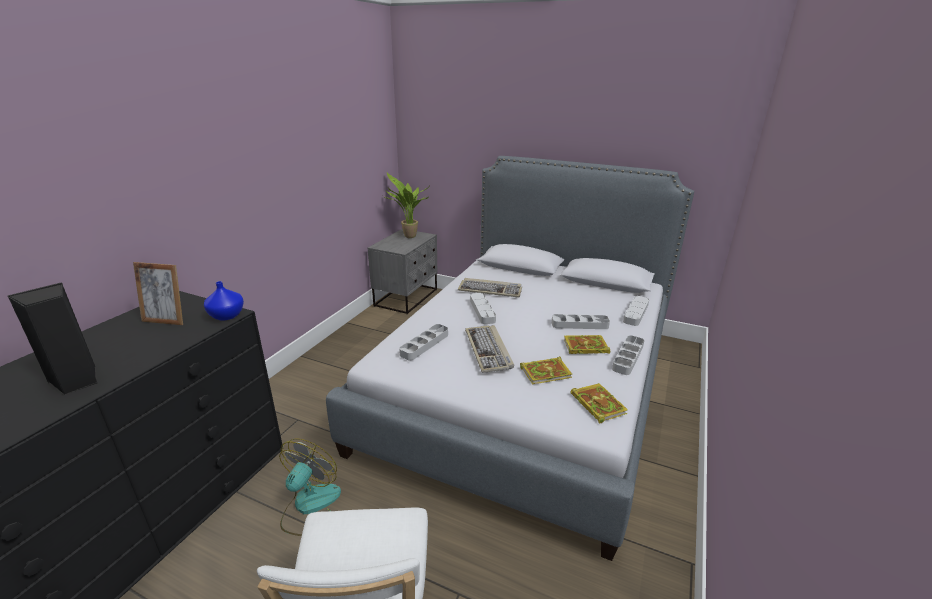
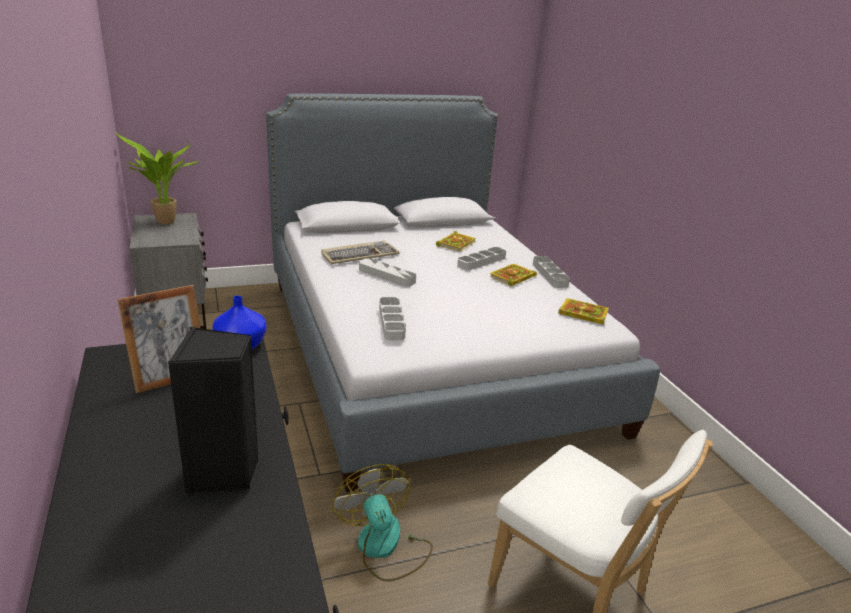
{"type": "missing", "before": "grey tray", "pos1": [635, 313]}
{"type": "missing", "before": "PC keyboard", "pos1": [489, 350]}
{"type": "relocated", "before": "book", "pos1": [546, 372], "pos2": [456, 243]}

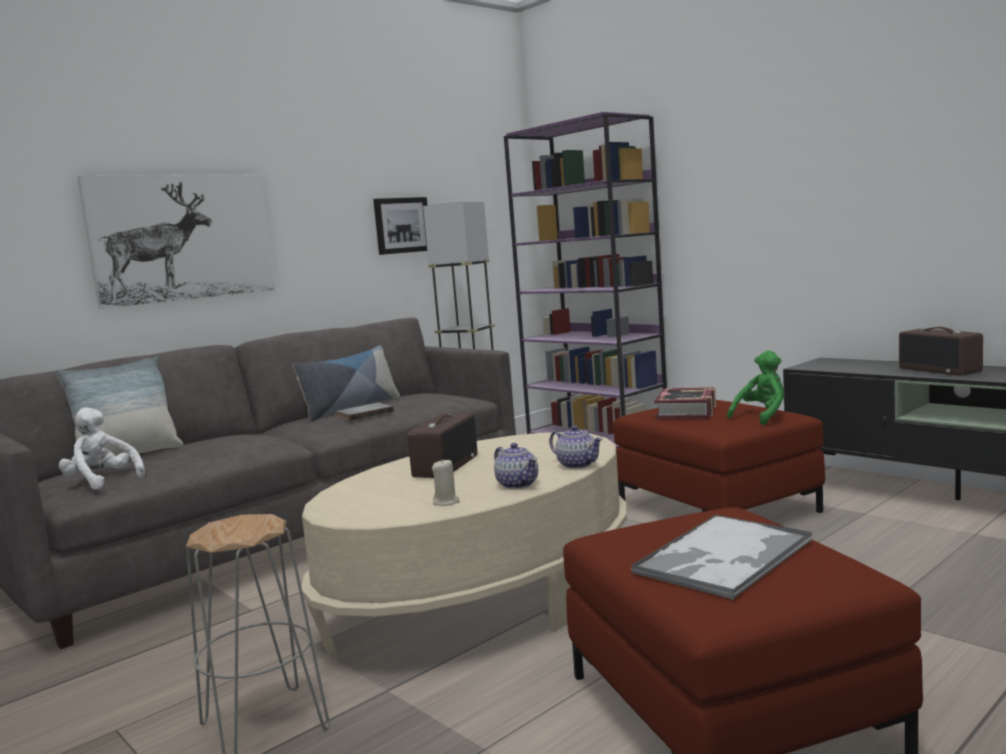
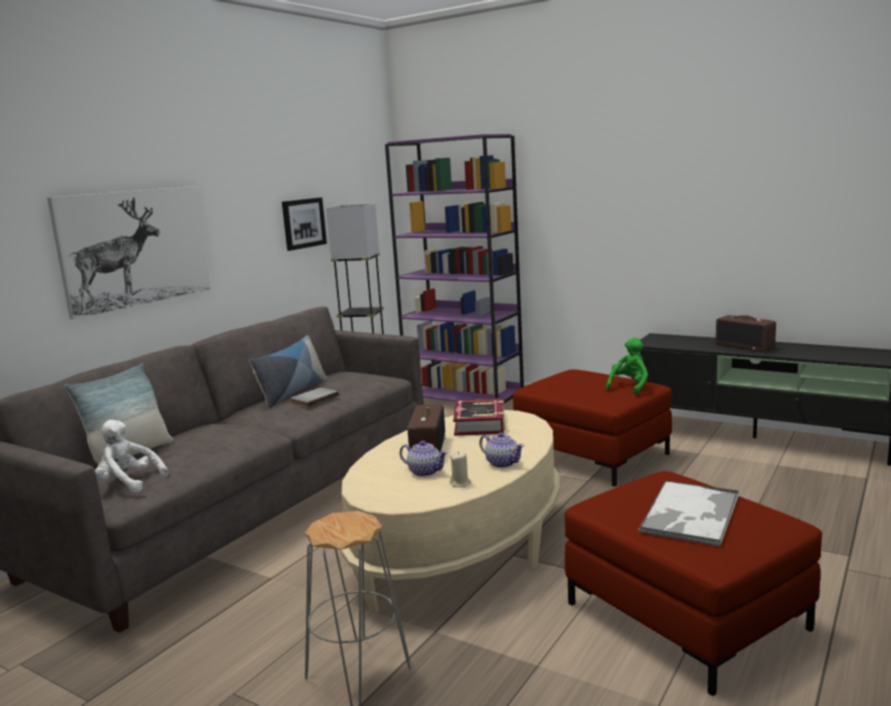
{"type": "relocated", "before": "book", "pos1": [686, 411], "pos2": [480, 424]}
{"type": "relocated", "before": "pot for tea", "pos1": [577, 464], "pos2": [424, 472]}

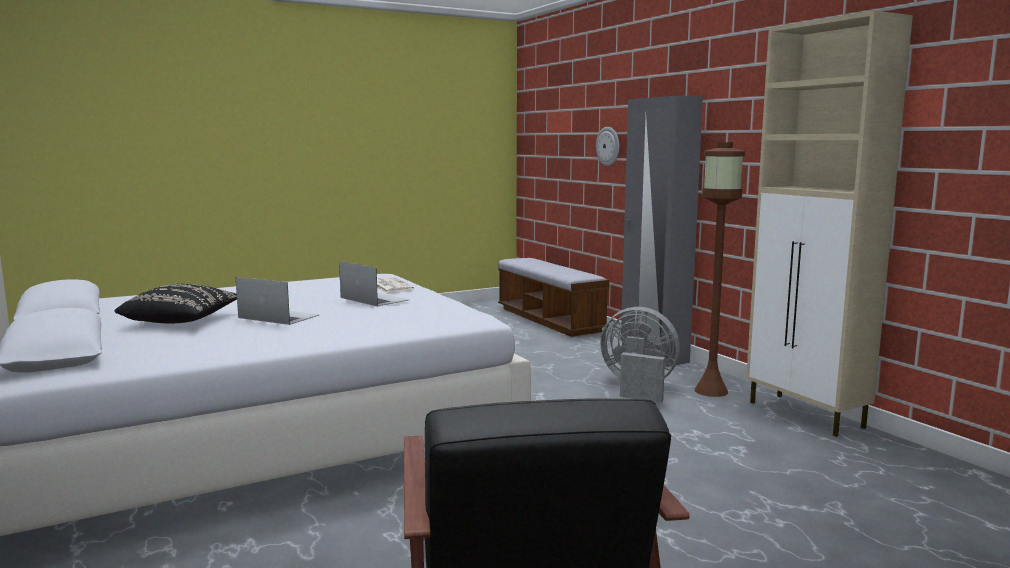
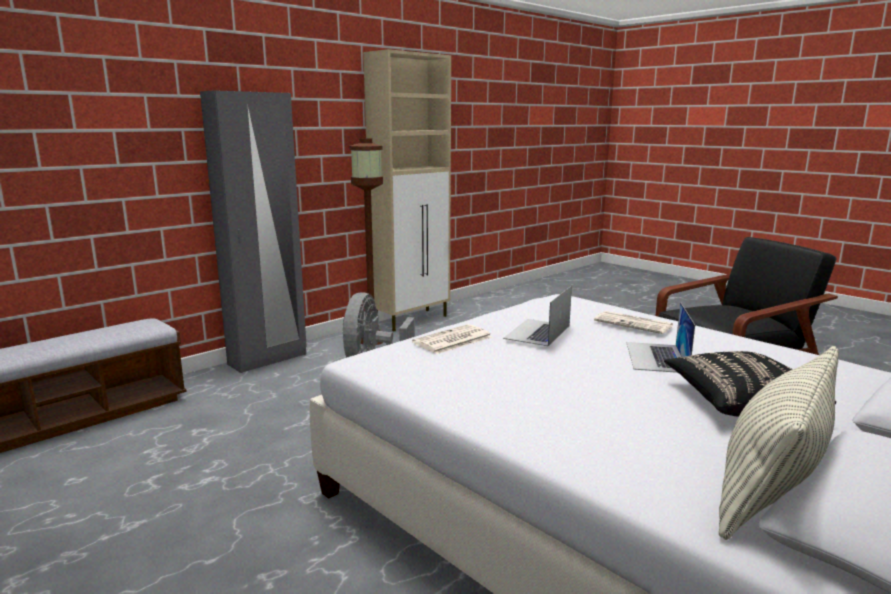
{"type": "missing", "before": "clock on the wall", "pos1": [608, 146]}
{"type": "appeared", "after": "daily paper", "pos2": [634, 323]}
{"type": "appeared", "after": "cushion", "pos2": [771, 488]}

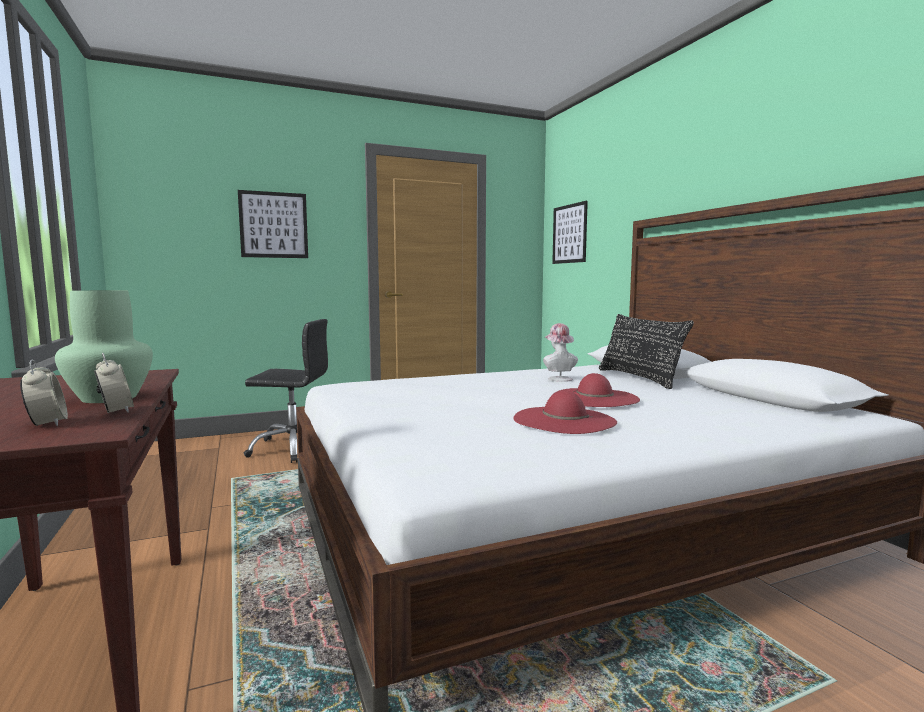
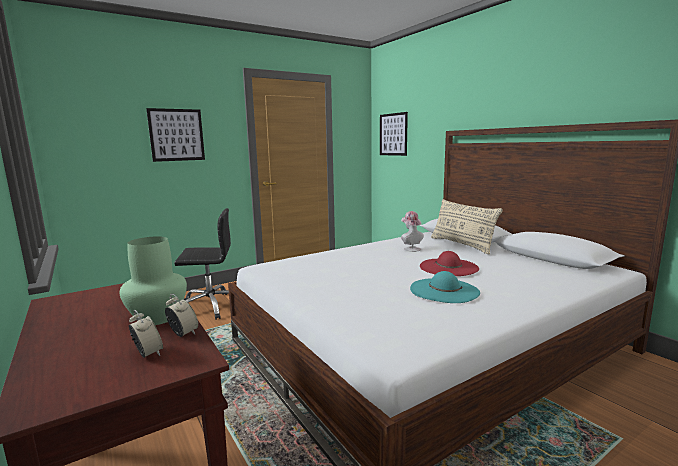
{"type": "colour", "before": "black cushion", "after": "beige-coloured cushion", "pos1": [638, 378], "pos2": [462, 245]}
{"type": "colour", "before": "red-coloured hat", "after": "turquoise hat", "pos1": [564, 420], "pos2": [444, 290]}

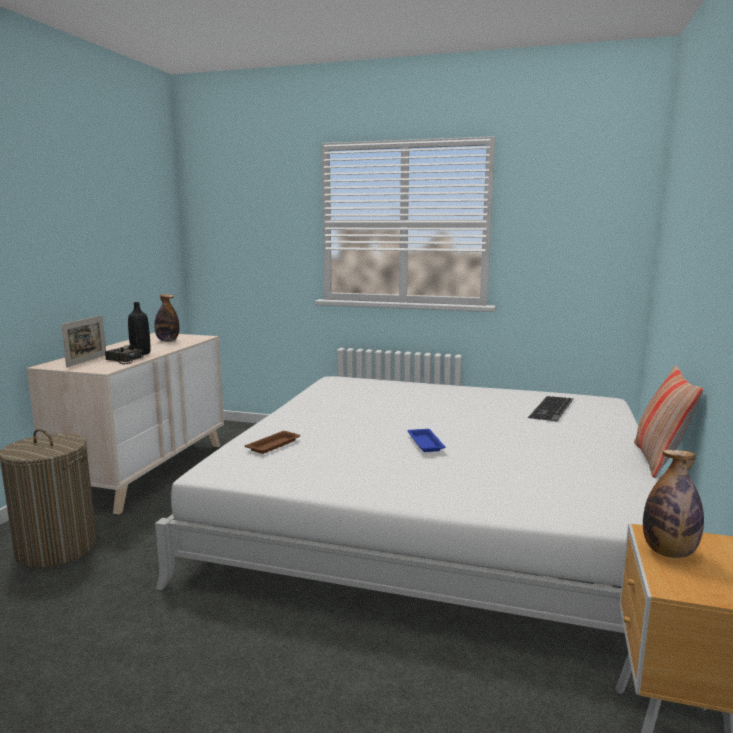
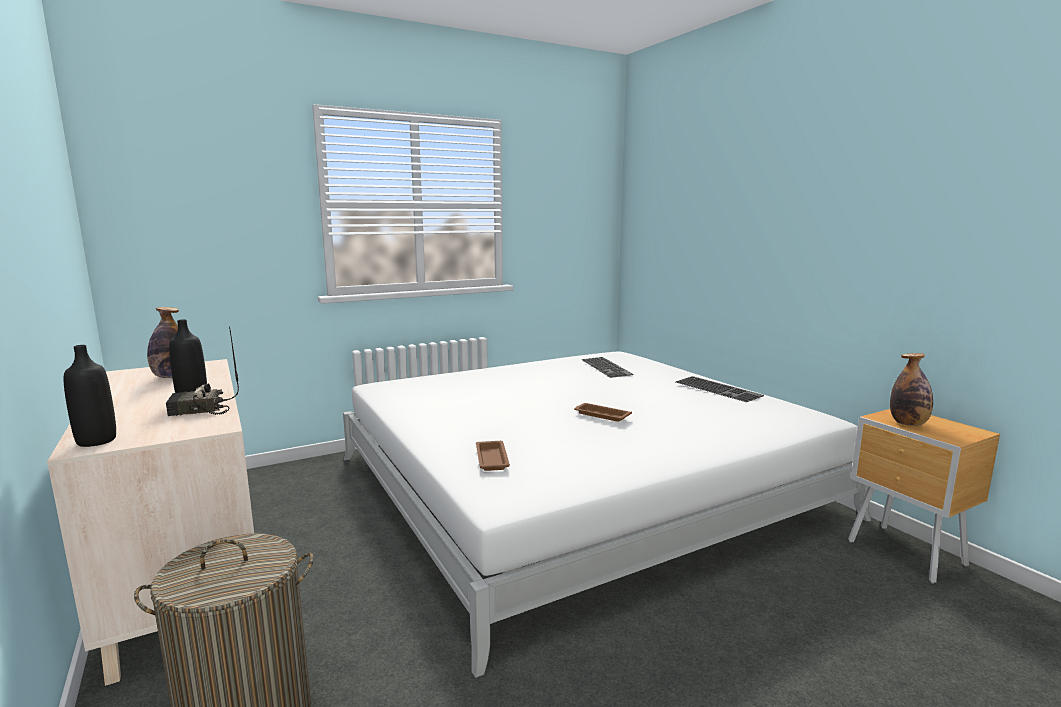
{"type": "missing", "before": "picture frame", "pos1": [87, 360]}
{"type": "missing", "before": "cushion", "pos1": [659, 460]}
{"type": "colour", "before": "blue-coloured tray", "after": "brownish tray", "pos1": [425, 443], "pos2": [601, 415]}
{"type": "appeared", "after": "black beverage bottle", "pos2": [96, 441]}
{"type": "appeared", "after": "PC keyboard", "pos2": [719, 389]}

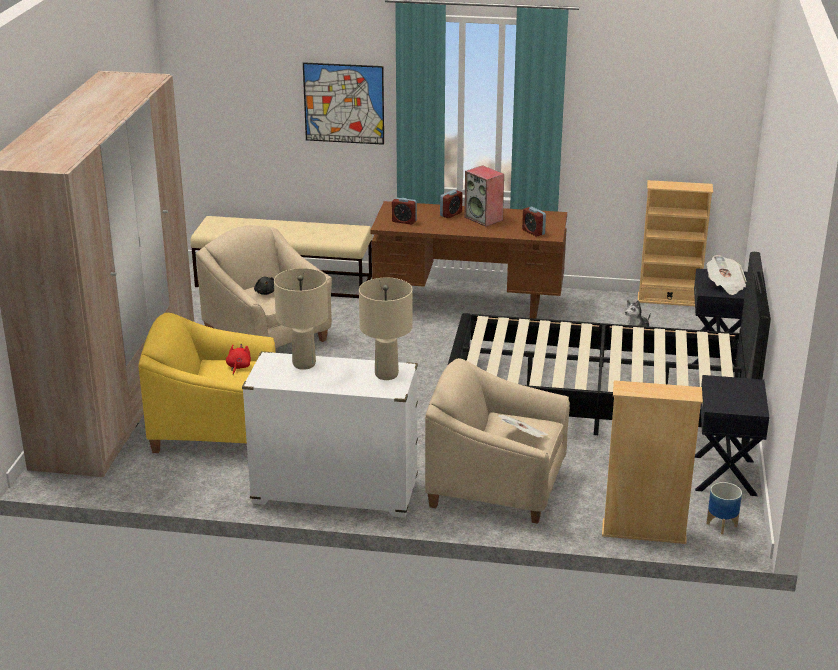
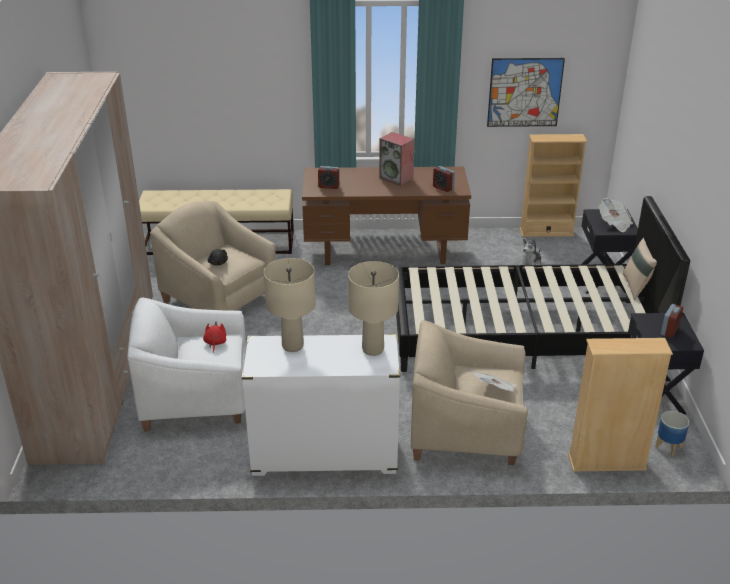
{"type": "relocated", "before": "wall art", "pos1": [344, 103], "pos2": [524, 92]}
{"type": "relocated", "before": "bedside clock", "pos1": [451, 214], "pos2": [669, 331]}
{"type": "colour", "before": "yellow-coloured armchair", "after": "white armchair", "pos1": [214, 428], "pos2": [196, 399]}
{"type": "appeared", "after": "beige-coloured cushion", "pos2": [637, 287]}

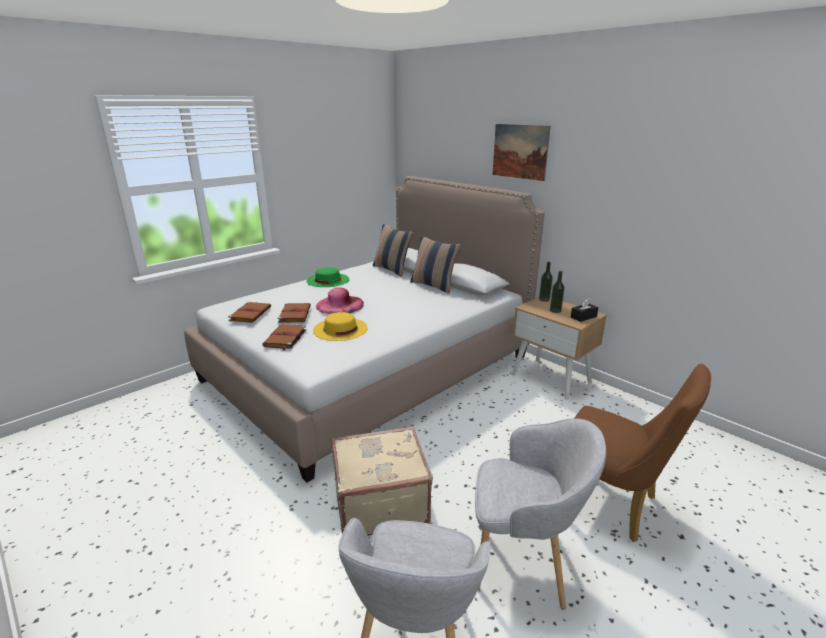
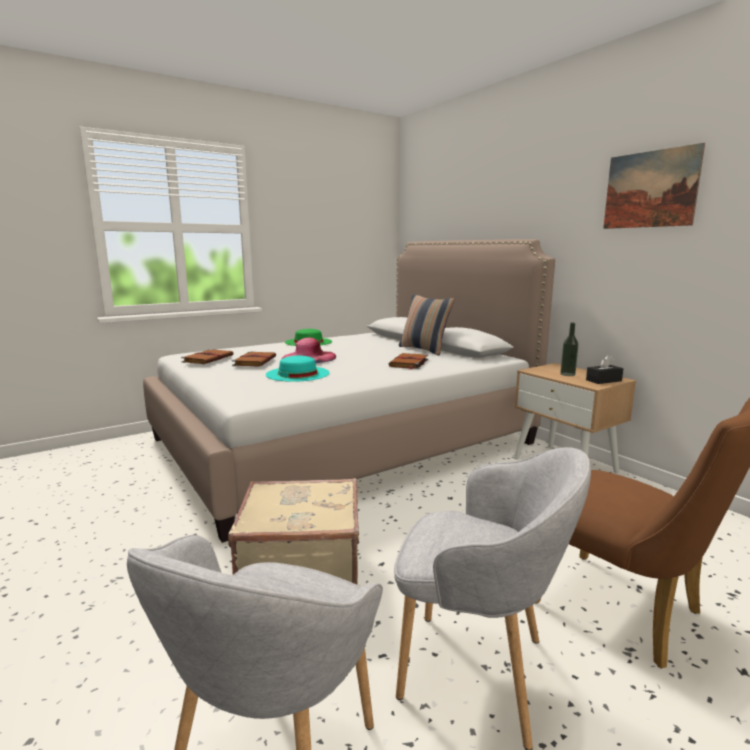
{"type": "relocated", "before": "wall art", "pos1": [520, 151], "pos2": [650, 189]}
{"type": "missing", "before": "cushion", "pos1": [392, 270]}
{"type": "missing", "before": "beverage bottle", "pos1": [544, 299]}
{"type": "colour", "before": "yellow-coloured hat", "after": "turquoise hat", "pos1": [340, 329], "pos2": [297, 373]}
{"type": "relocated", "before": "brownish book", "pos1": [285, 338], "pos2": [408, 363]}

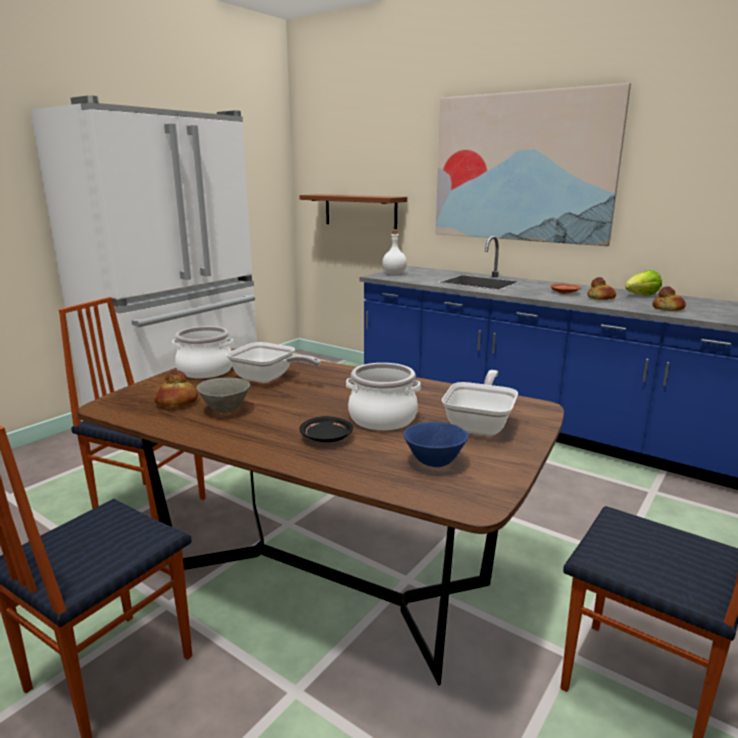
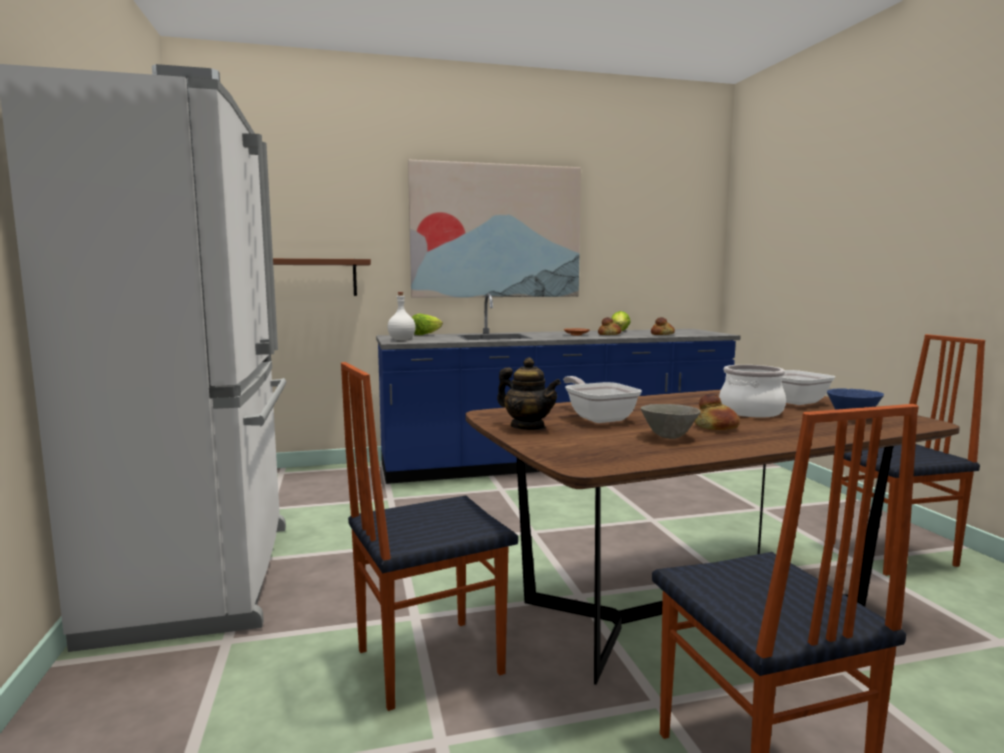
{"type": "exchanged", "before": "cooking pot", "after": "pot for tea", "pos1": [205, 370], "pos2": [528, 427]}
{"type": "spun", "before": "pan", "pos1": [268, 379], "pos2": [598, 417], "turn": -90}
{"type": "relocated", "before": "bread", "pos1": [177, 403], "pos2": [715, 427]}
{"type": "missing", "before": "black dinner plate", "pos1": [326, 438]}
{"type": "appeared", "after": "head of lettuce", "pos2": [425, 334]}

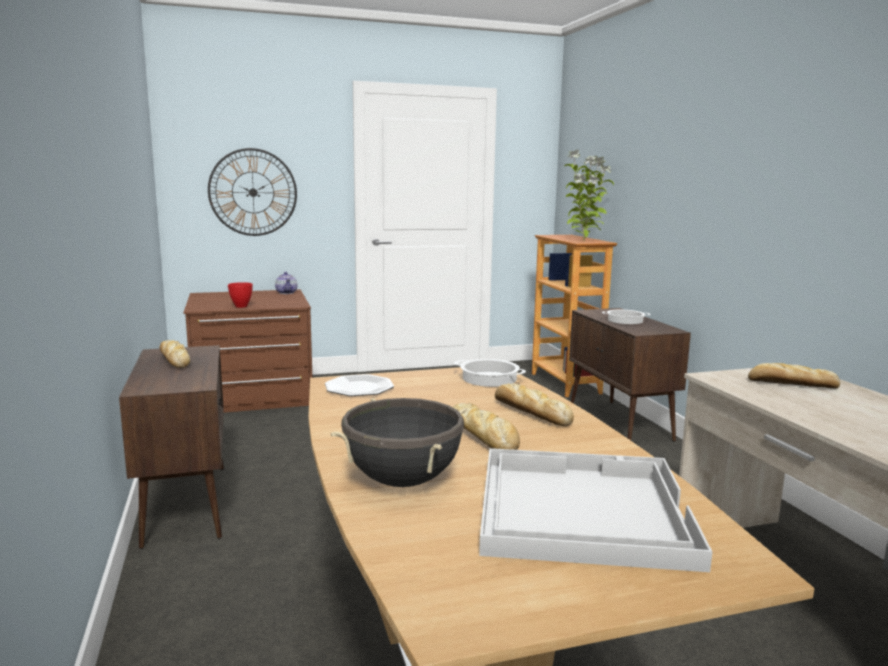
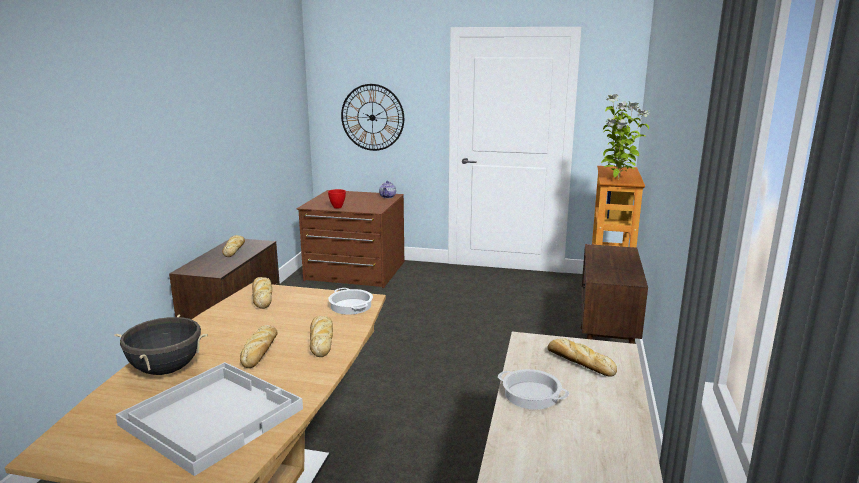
{"type": "relocated", "before": "cooking pot", "pos1": [625, 321], "pos2": [530, 395]}
{"type": "exchanged", "before": "dinner plate", "after": "bread", "pos1": [359, 388], "pos2": [262, 297]}

